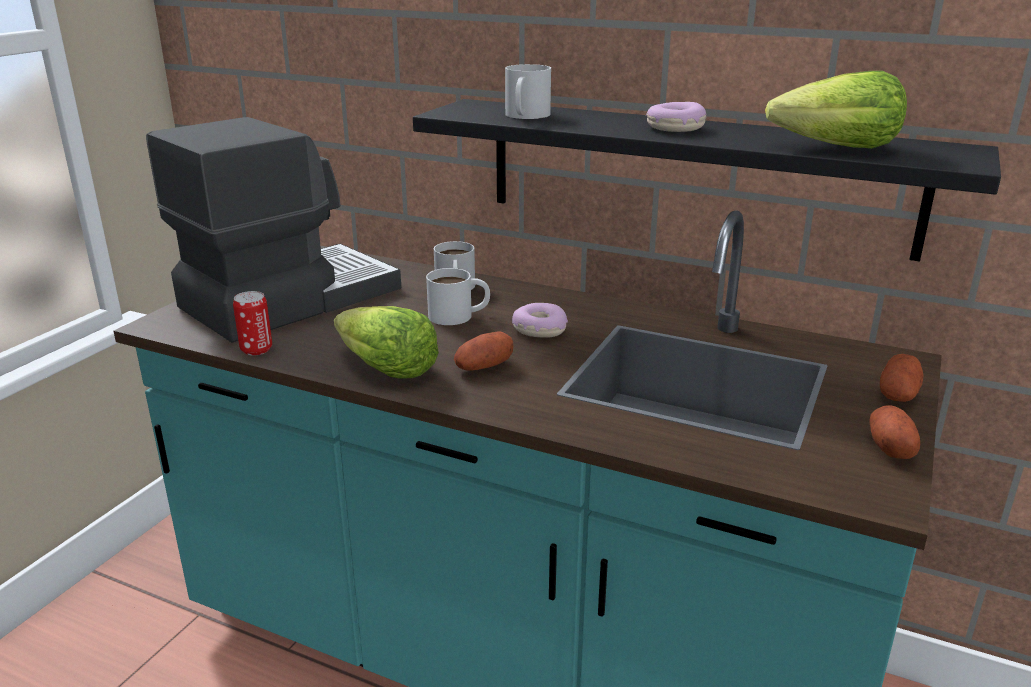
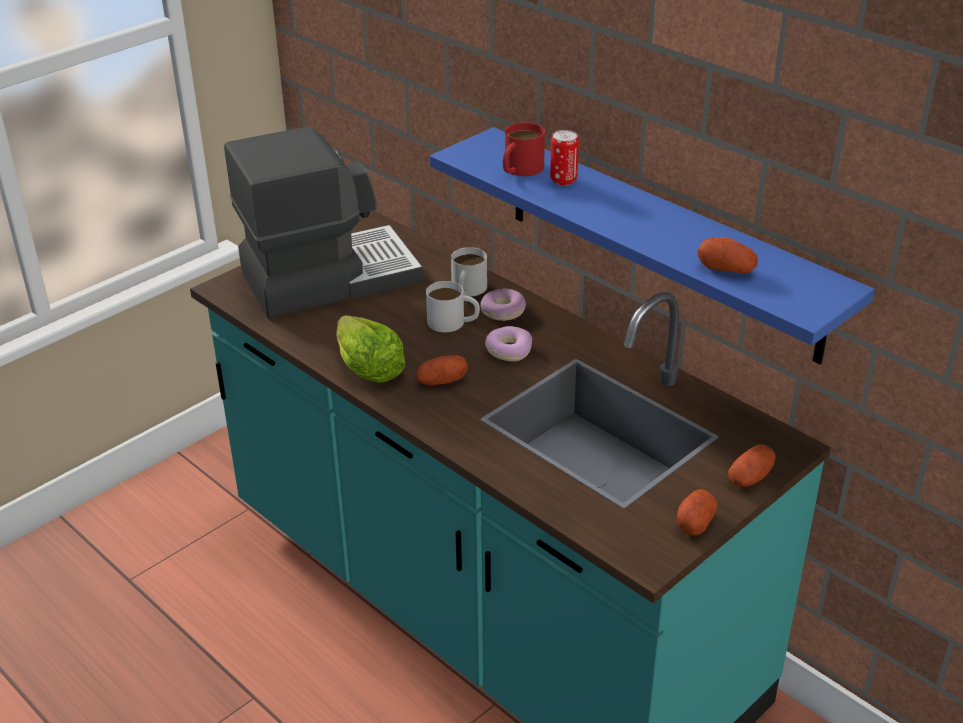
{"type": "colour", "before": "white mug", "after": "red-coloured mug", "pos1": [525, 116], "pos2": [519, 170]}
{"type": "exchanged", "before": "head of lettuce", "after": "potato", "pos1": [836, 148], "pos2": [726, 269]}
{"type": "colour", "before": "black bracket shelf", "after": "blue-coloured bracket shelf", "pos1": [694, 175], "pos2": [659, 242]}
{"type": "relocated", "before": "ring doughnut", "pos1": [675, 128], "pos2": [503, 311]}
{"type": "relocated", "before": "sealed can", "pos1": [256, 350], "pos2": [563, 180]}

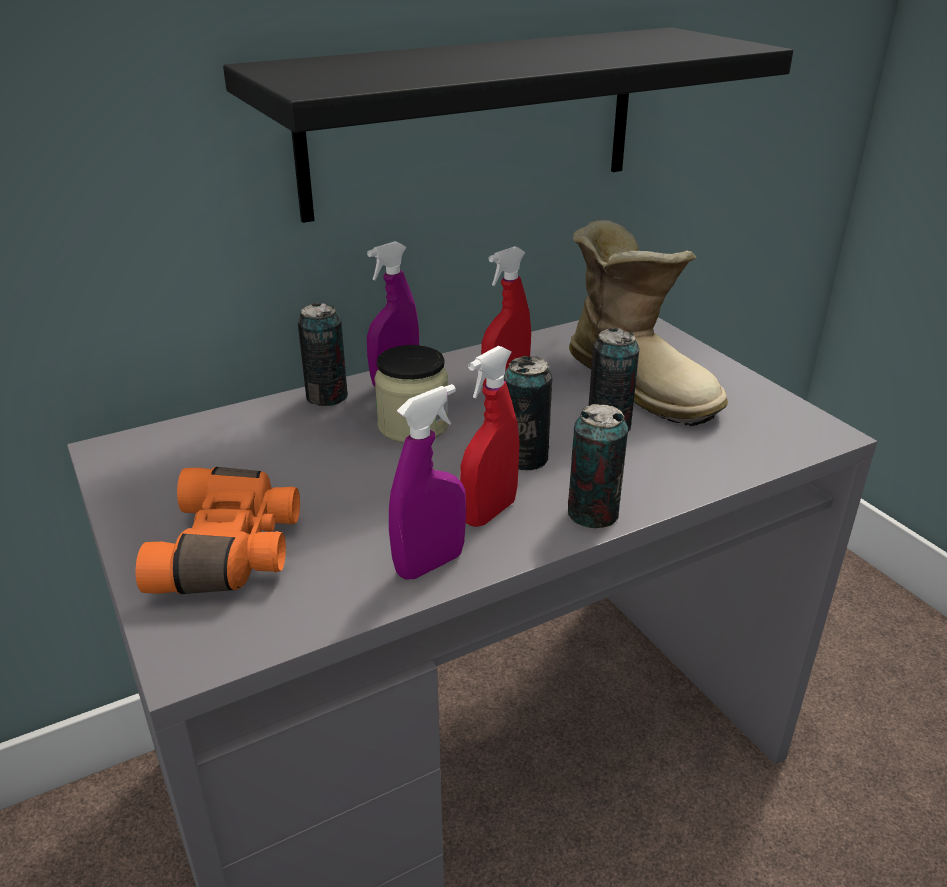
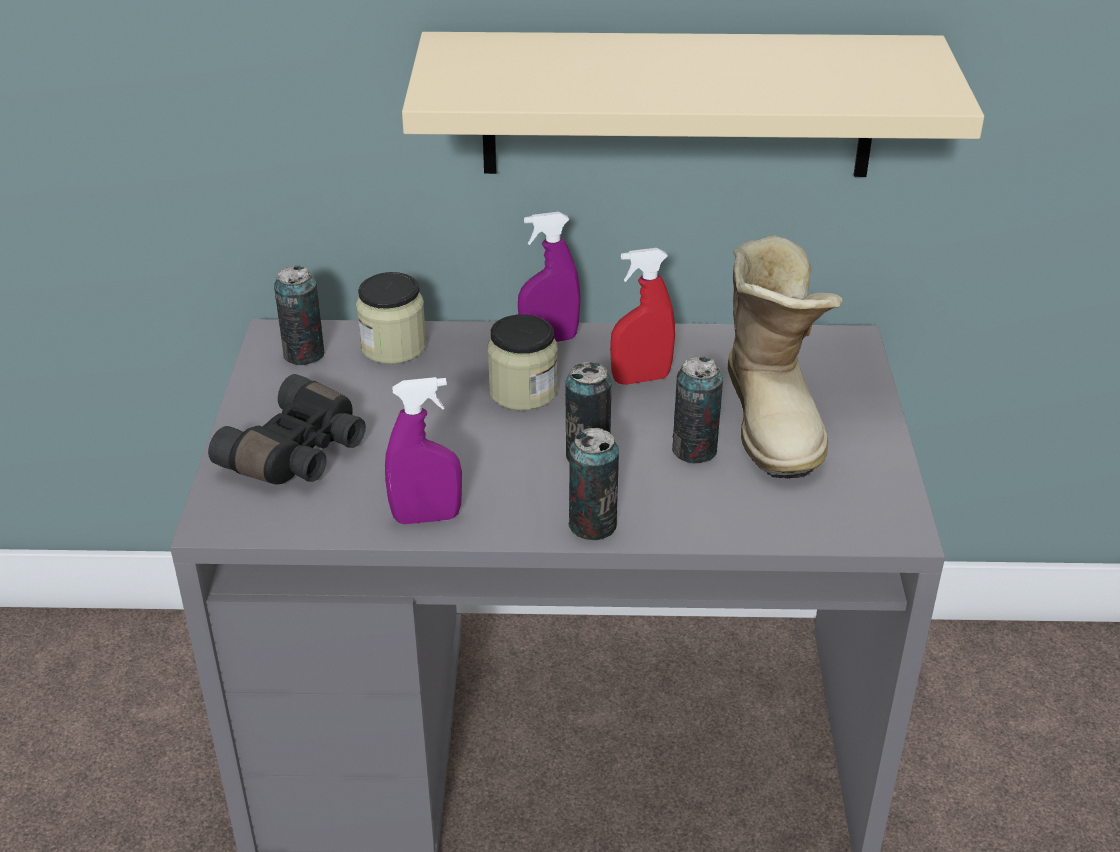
{"type": "colour", "before": "black bracket shelf", "after": "beige-coloured bracket shelf", "pos1": [473, 121], "pos2": [678, 105]}
{"type": "relocated", "before": "sealed can", "pos1": [327, 397], "pos2": [304, 354]}
{"type": "missing", "before": "red-coloured sprayer", "pos1": [489, 512]}
{"type": "colour", "before": "orange binoculars", "after": "black binoculars", "pos1": [233, 551], "pos2": [299, 453]}
{"type": "appeared", "after": "jar", "pos2": [393, 346]}

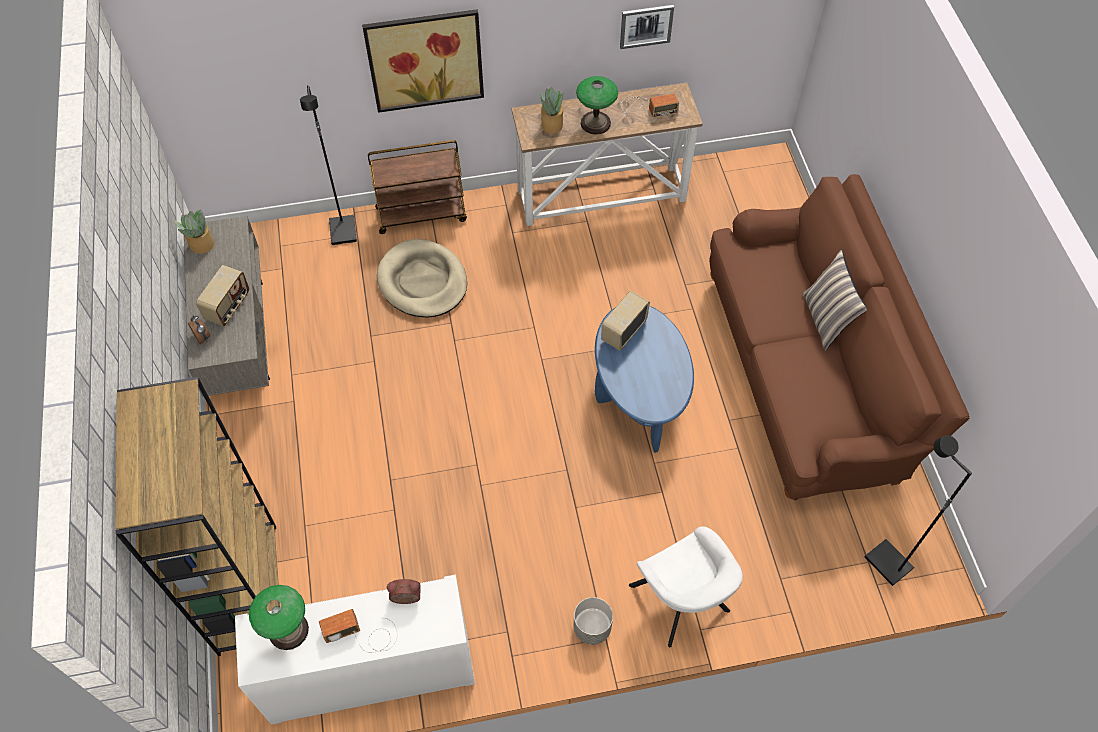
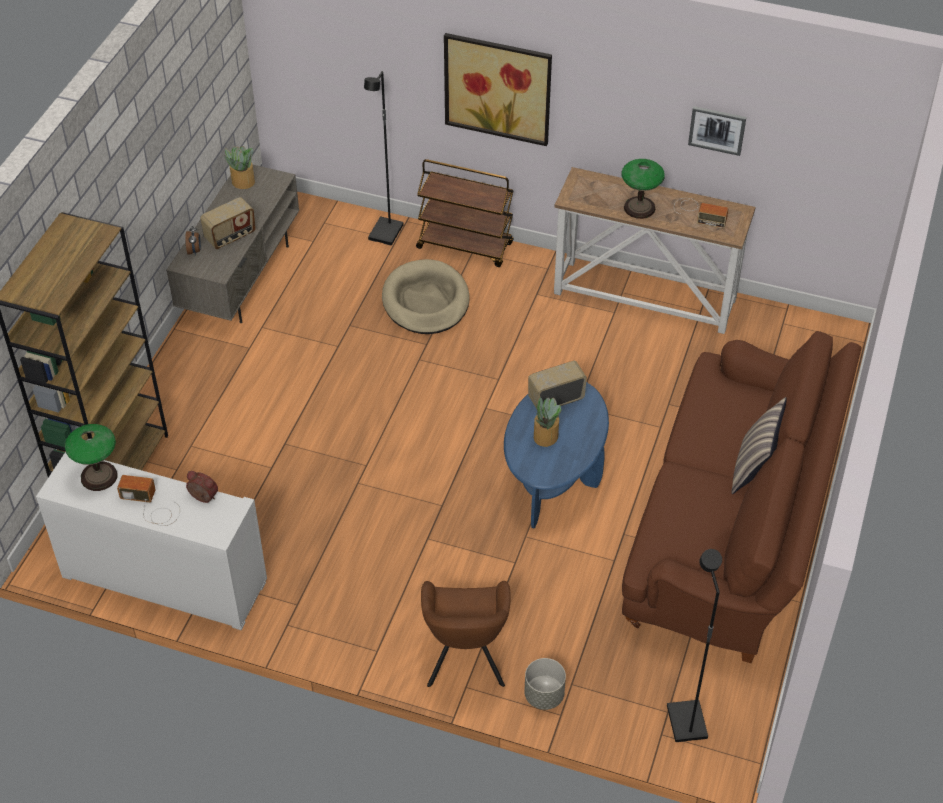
{"type": "relocated", "before": "plant in a pot", "pos1": [551, 125], "pos2": [545, 437]}
{"type": "colour", "before": "white armchair", "after": "brownish armchair", "pos1": [682, 602], "pos2": [465, 658]}
{"type": "relocated", "before": "grey plant pot", "pos1": [592, 628], "pos2": [543, 695]}

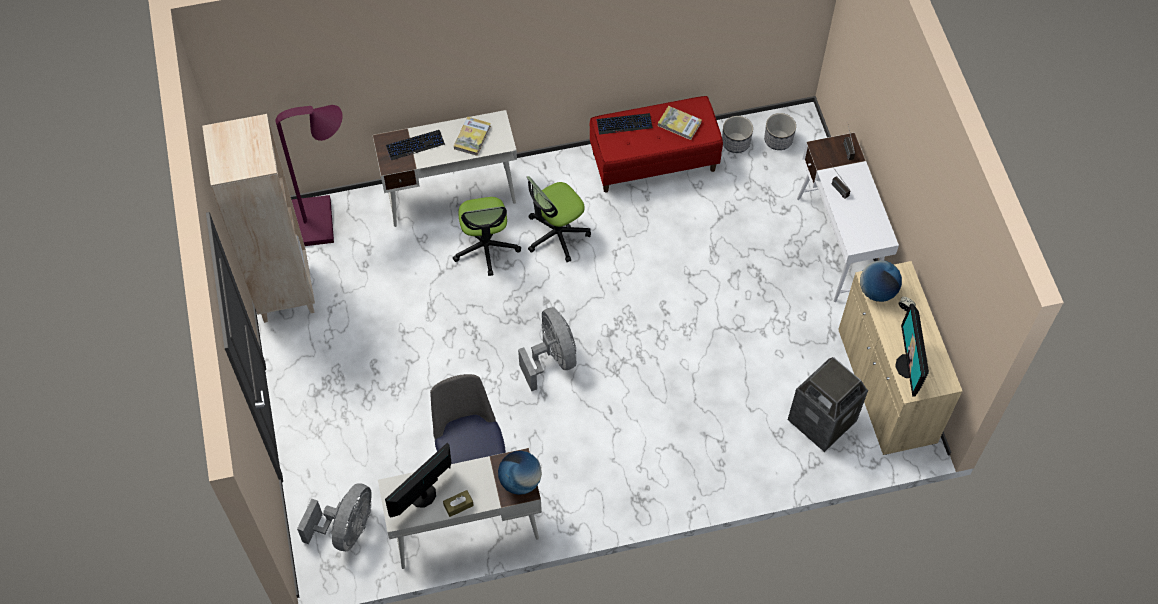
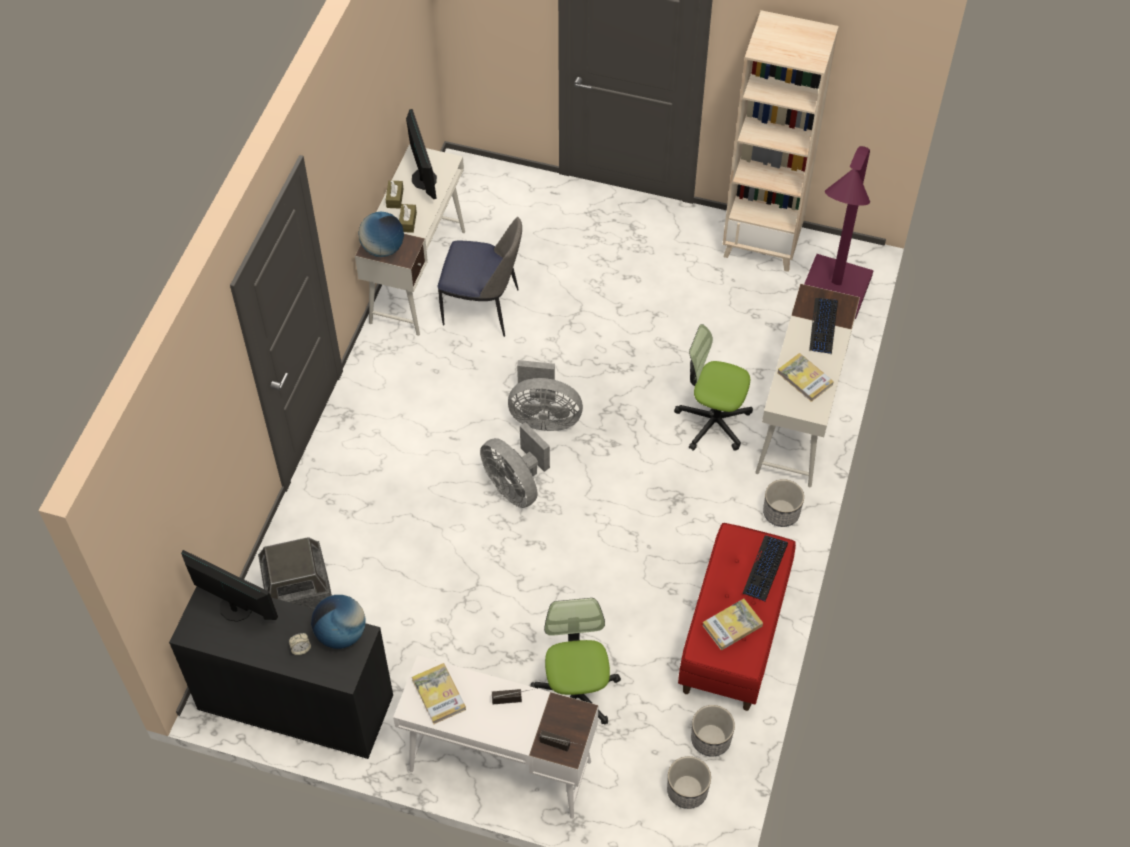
{"type": "relocated", "before": "computer chair", "pos1": [556, 235], "pos2": [576, 694]}
{"type": "colour", "before": "beige-coloured cupboard", "after": "black cupboard", "pos1": [886, 386], "pos2": [296, 703]}
{"type": "relocated", "before": "grey electric fan", "pos1": [346, 529], "pos2": [515, 486]}
{"type": "appeared", "after": "brownish tissue holder", "pos2": [408, 222]}
{"type": "appeared", "after": "plant pot", "pos2": [781, 513]}
{"type": "appeared", "after": "book", "pos2": [439, 695]}

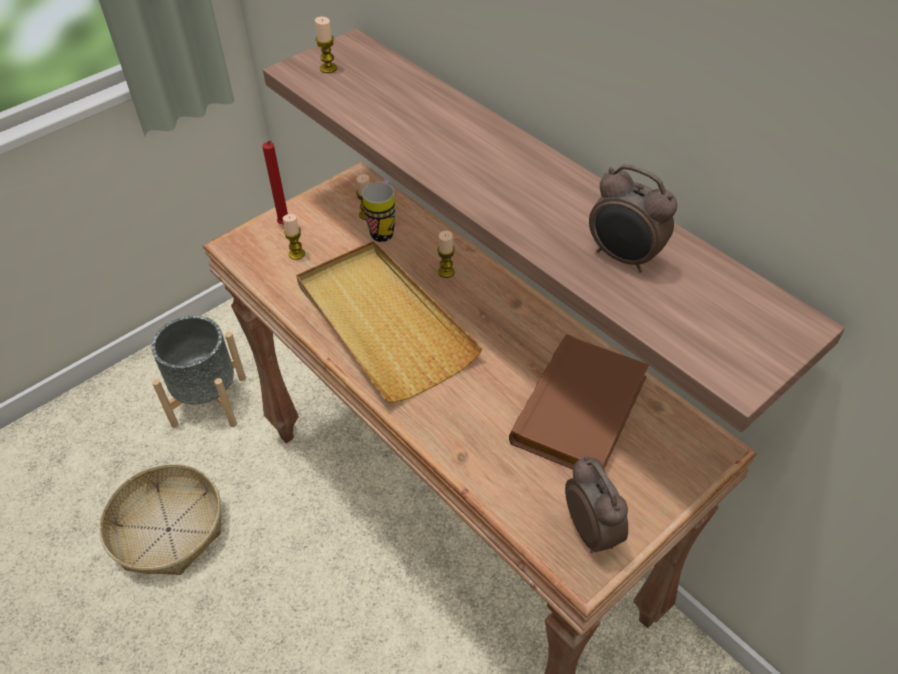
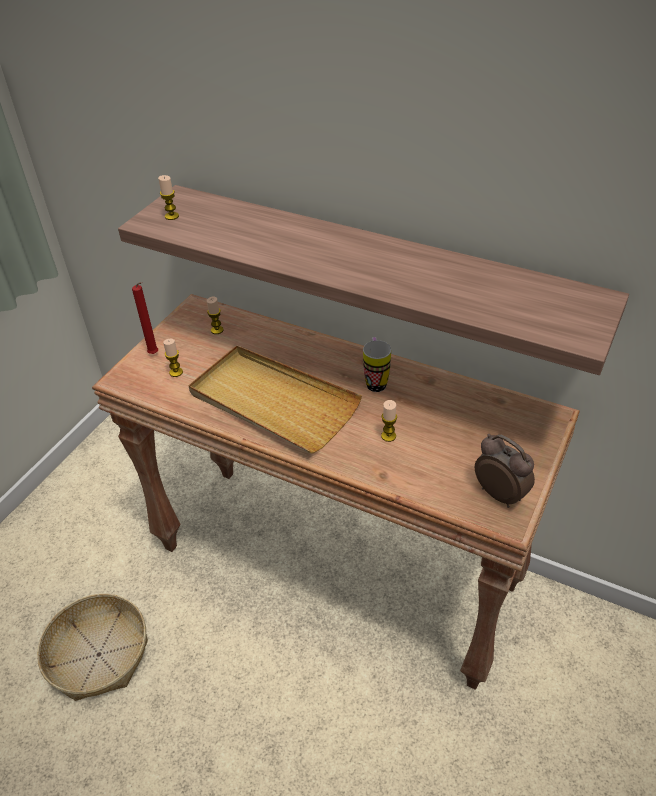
{"type": "missing", "before": "bedside clock", "pos1": [623, 258]}
{"type": "relocated", "before": "mug", "pos1": [384, 229], "pos2": [375, 380]}
{"type": "relocated", "before": "wax light", "pos1": [446, 272], "pos2": [388, 436]}
{"type": "missing", "before": "grey plant pot", "pos1": [208, 401]}
{"type": "missing", "before": "brownish book", "pos1": [582, 412]}

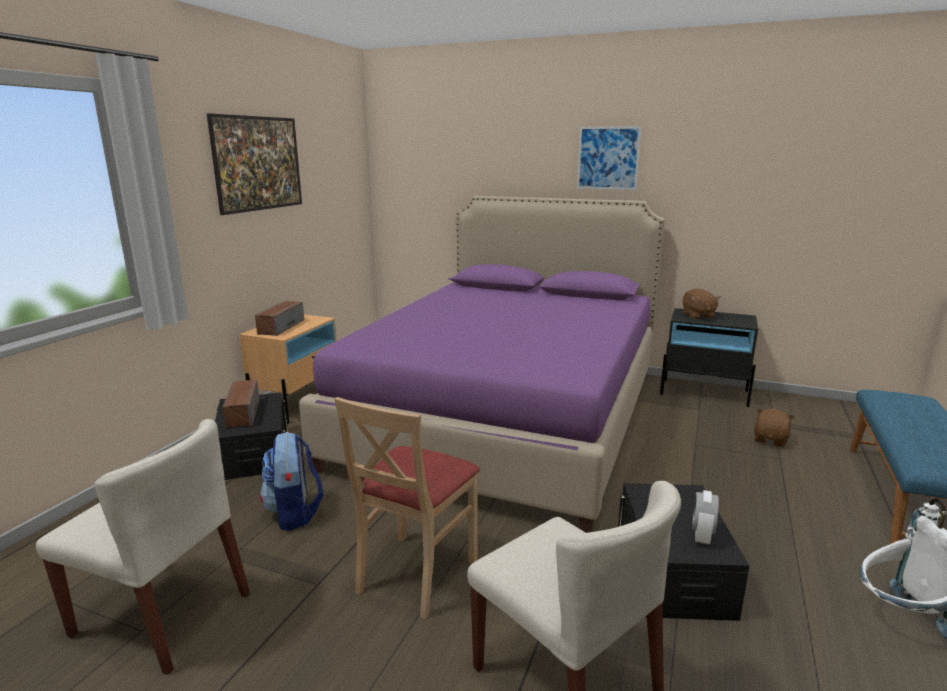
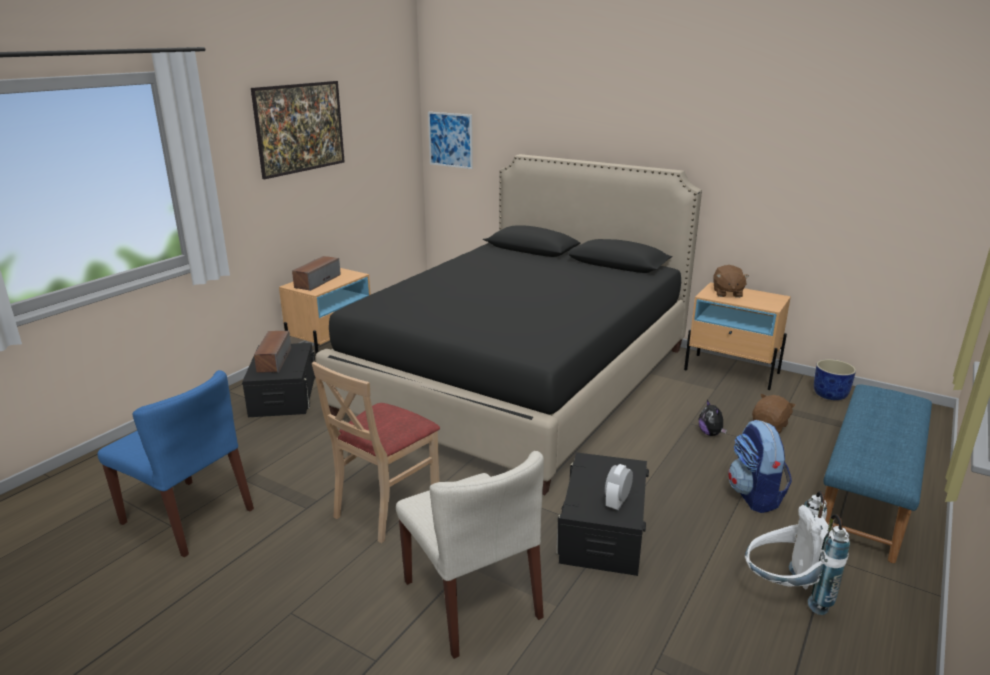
{"type": "relocated", "before": "wall art", "pos1": [608, 158], "pos2": [450, 140]}
{"type": "colour", "before": "purple-coloured sleeping bed", "after": "black sleeping bed", "pos1": [507, 416], "pos2": [520, 380]}
{"type": "colour", "before": "black bedside table", "after": "beige-coloured bedside table", "pos1": [704, 392], "pos2": [732, 371]}
{"type": "colour", "before": "beige-coloured chair", "after": "blue-coloured chair", "pos1": [164, 614], "pos2": [188, 516]}
{"type": "relocated", "before": "rucksack", "pos1": [295, 513], "pos2": [754, 496]}
{"type": "appeared", "after": "blue-coloured plant pot", "pos2": [830, 394]}
{"type": "appeared", "after": "cuddly toy", "pos2": [710, 433]}

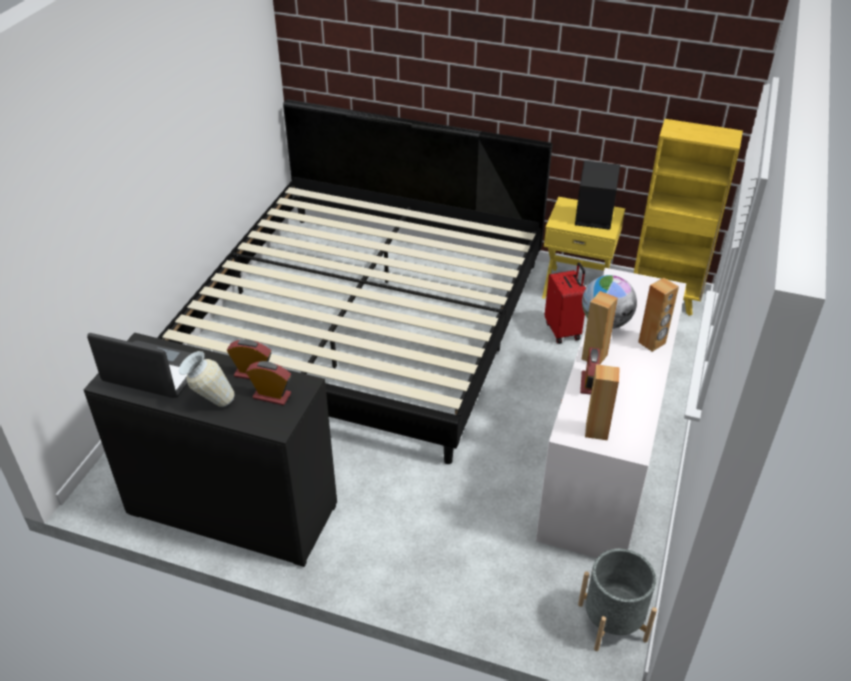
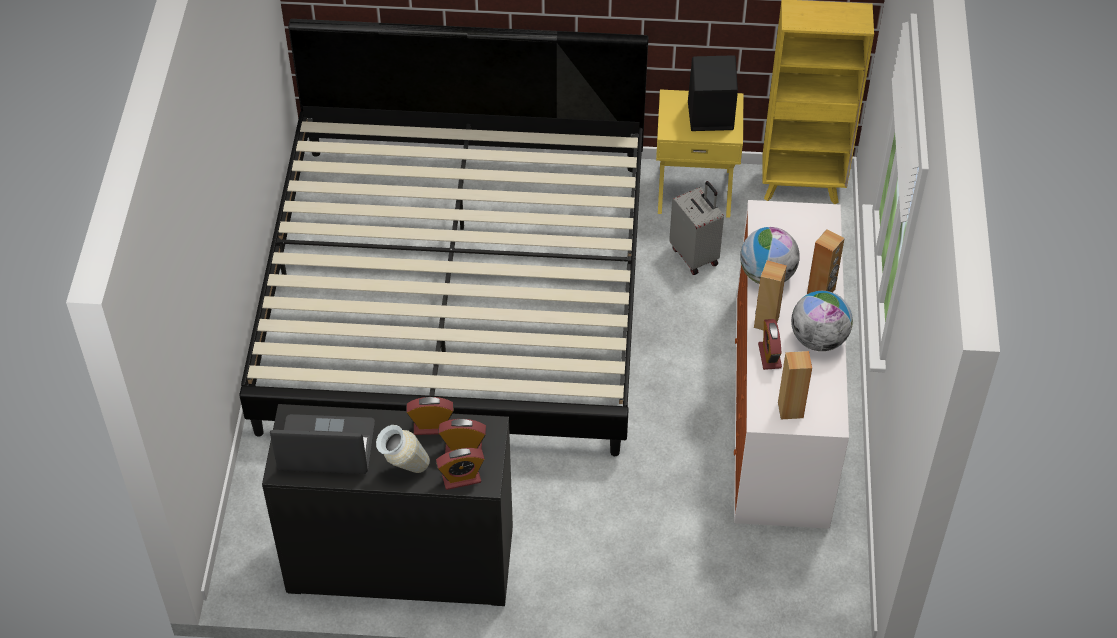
{"type": "colour", "before": "red-coloured suitcase", "after": "grey suitcase", "pos1": [563, 331], "pos2": [695, 255]}
{"type": "missing", "before": "grey plant pot", "pos1": [612, 622]}
{"type": "appeared", "after": "desk globe", "pos2": [818, 339]}
{"type": "appeared", "after": "bedside clock", "pos2": [461, 478]}

